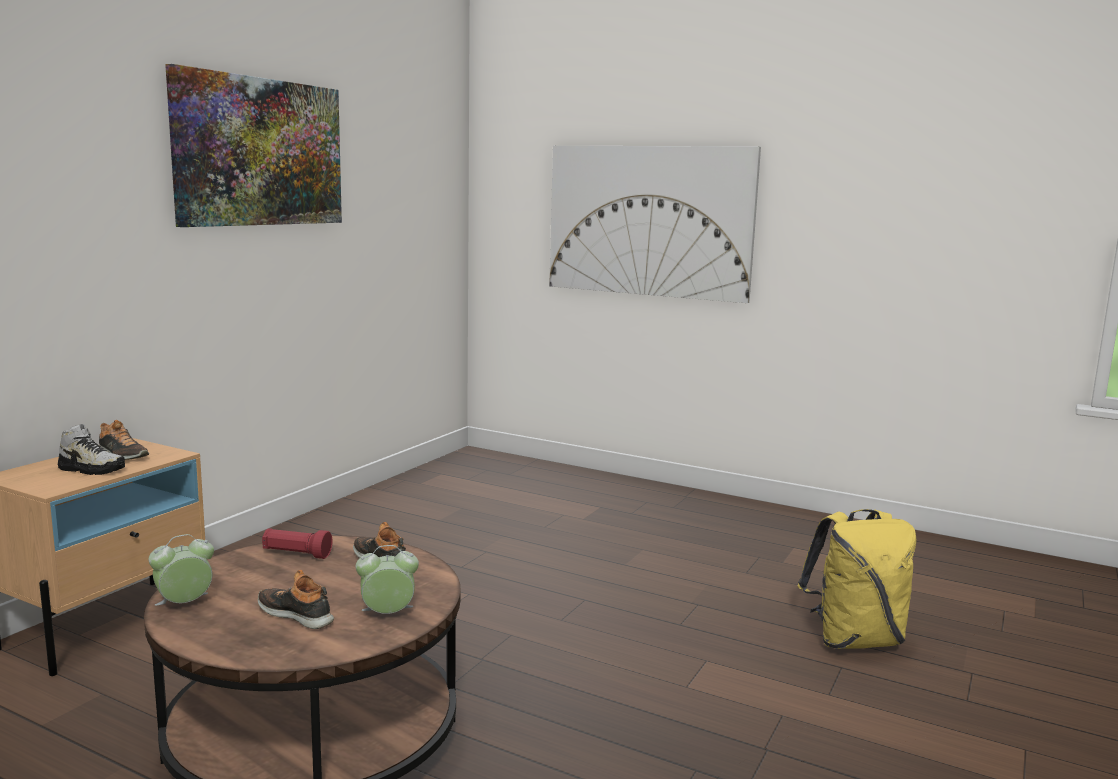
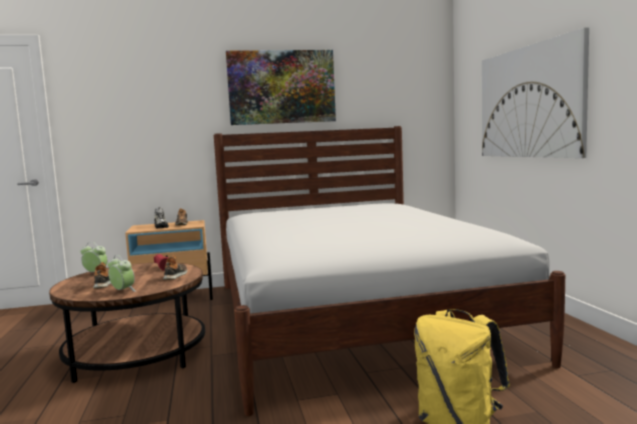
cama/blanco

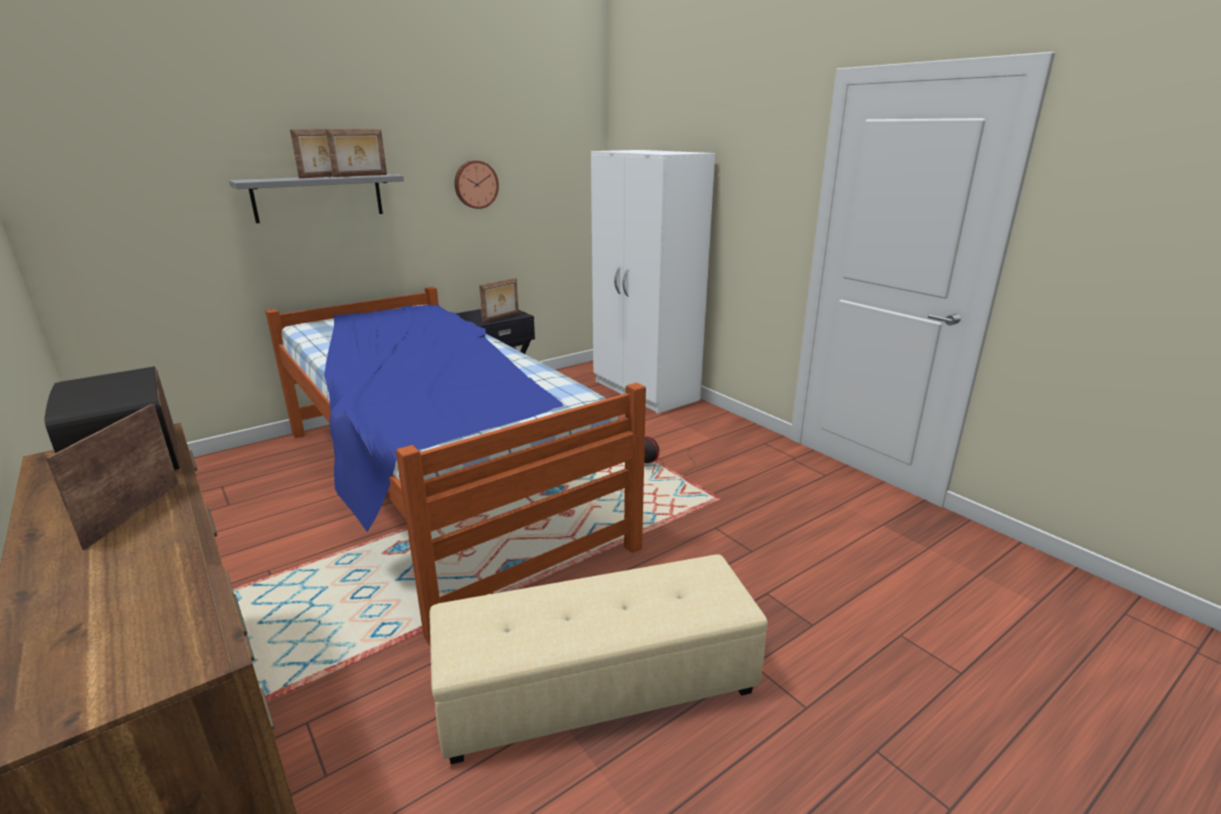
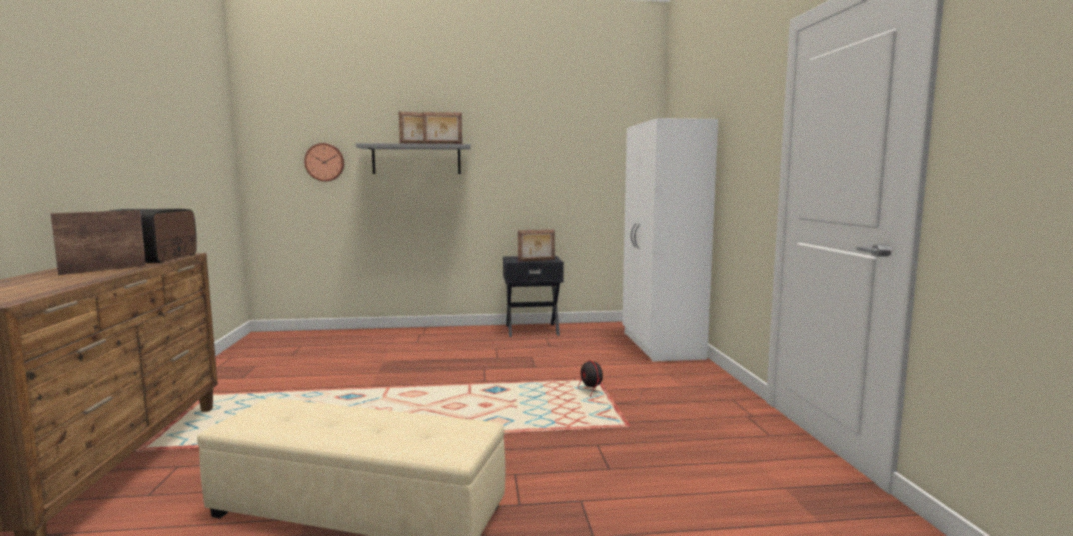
cama
reloj de pared

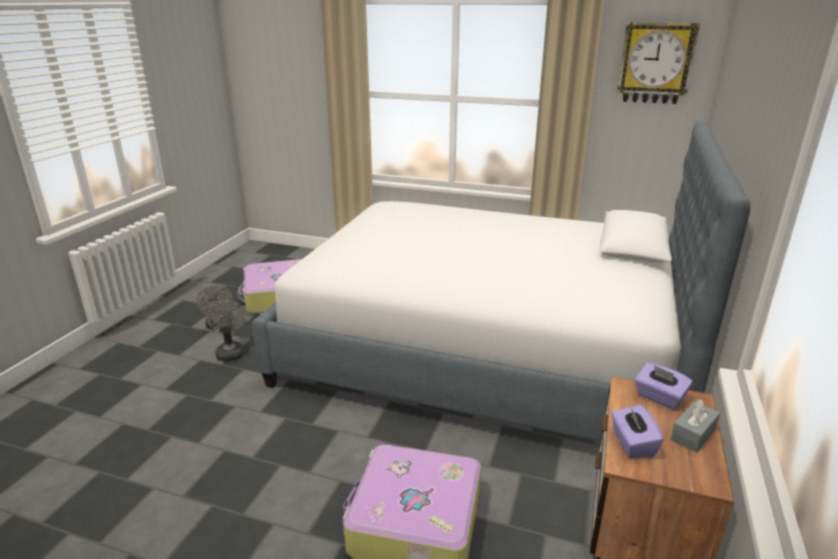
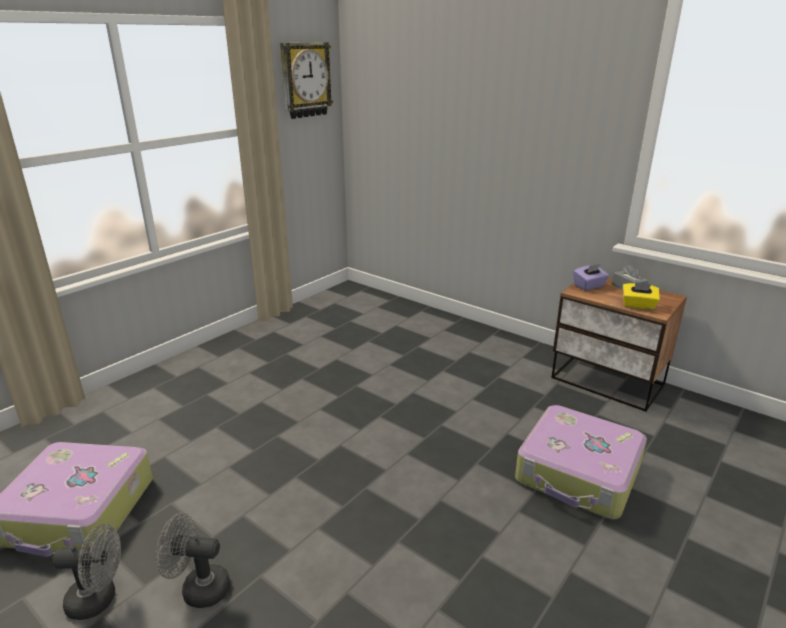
cama
caja de pañuelos/amarillo

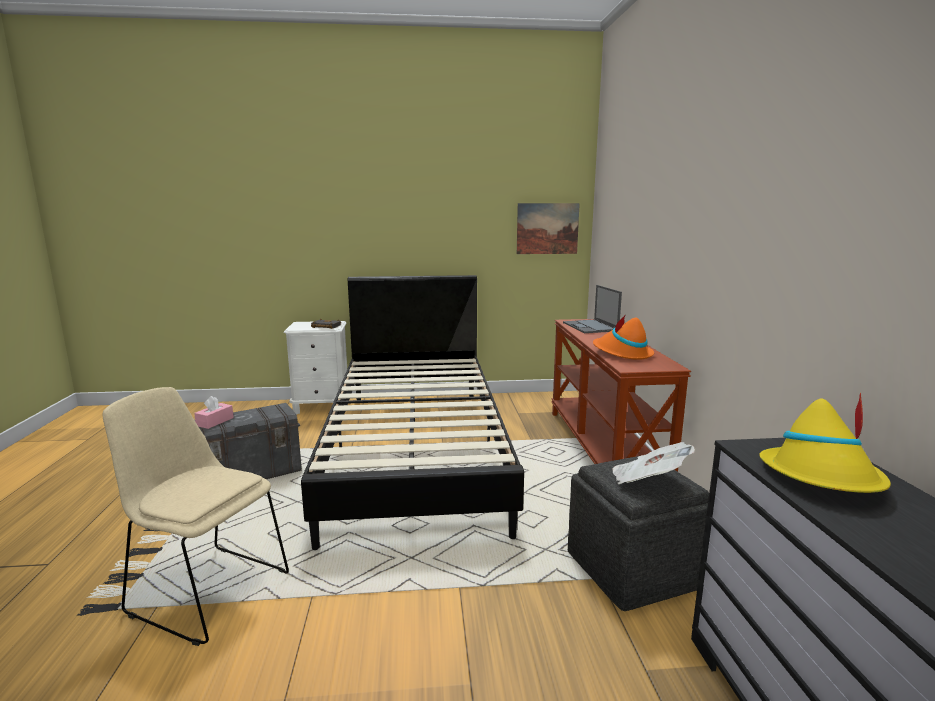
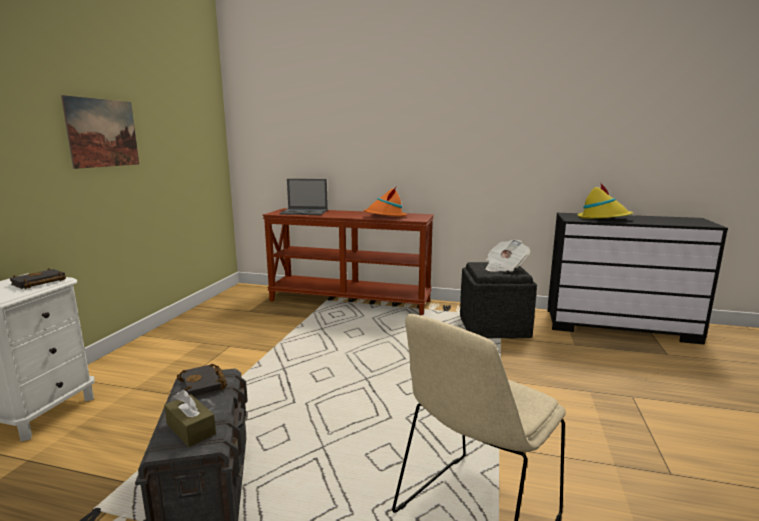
cama/negro
libro/negro (2nd from left)
cuadro
caja de pañuelos/marrón

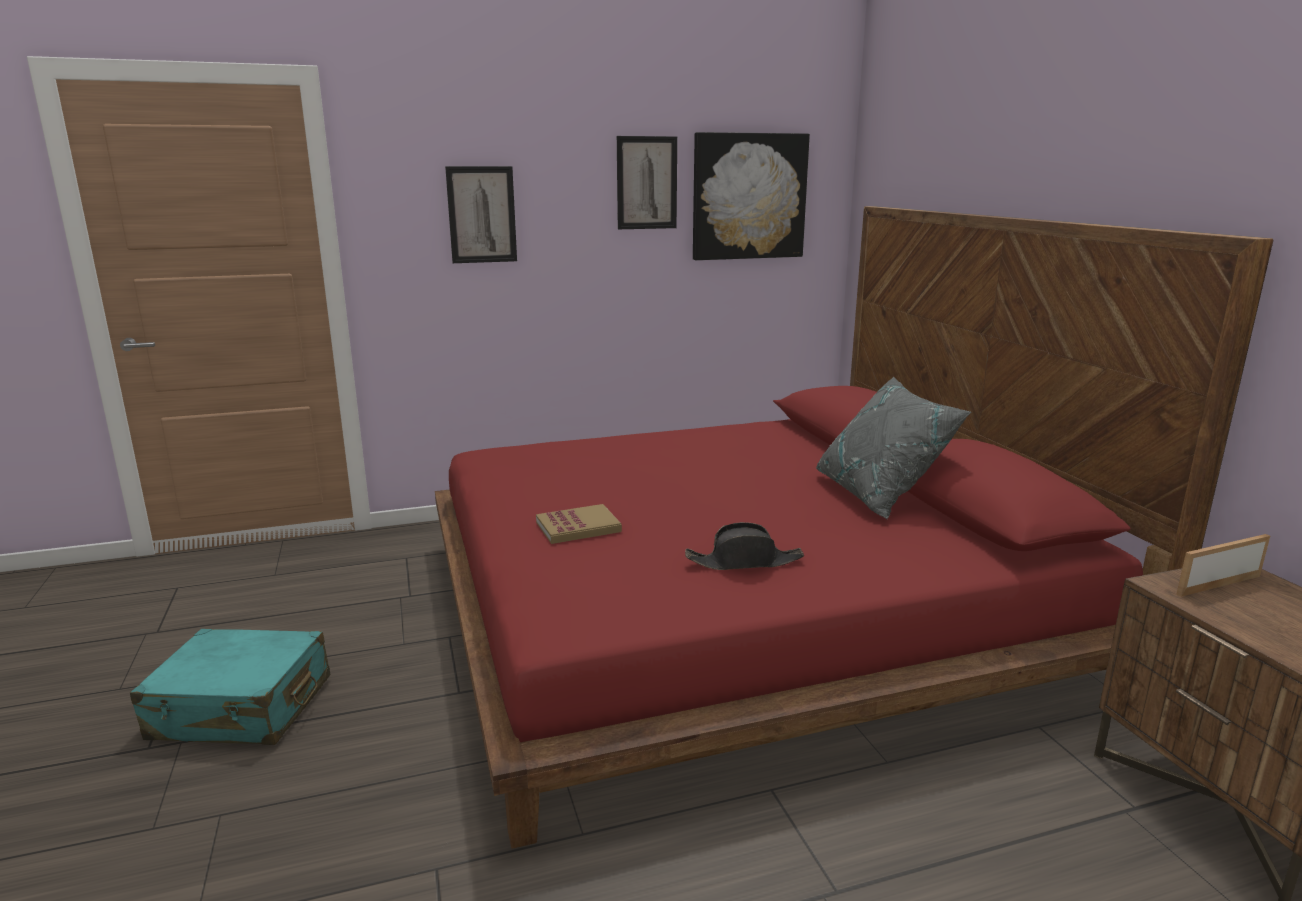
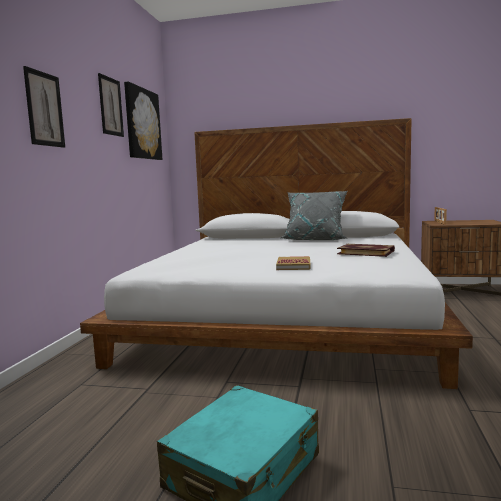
libro (2nd from left)
cama/blanco

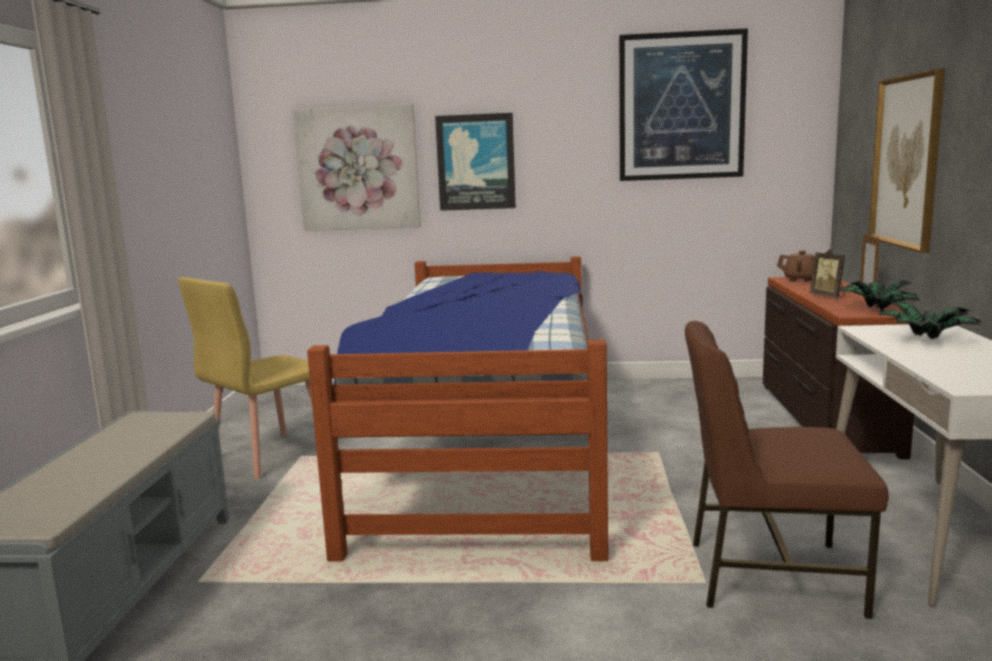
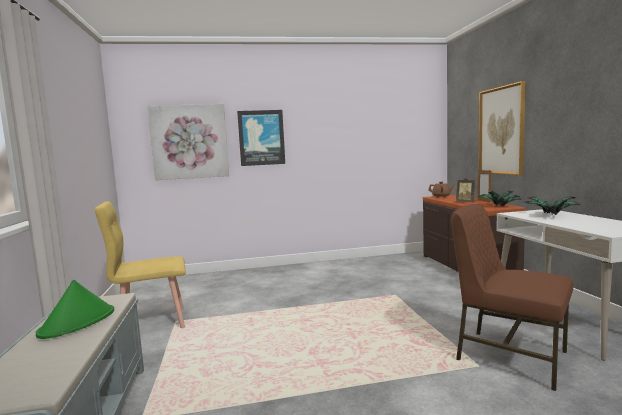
cama
cuadro (3rd from left in the first image)
sombrero/verde
silla/amarillo
silla/marrón

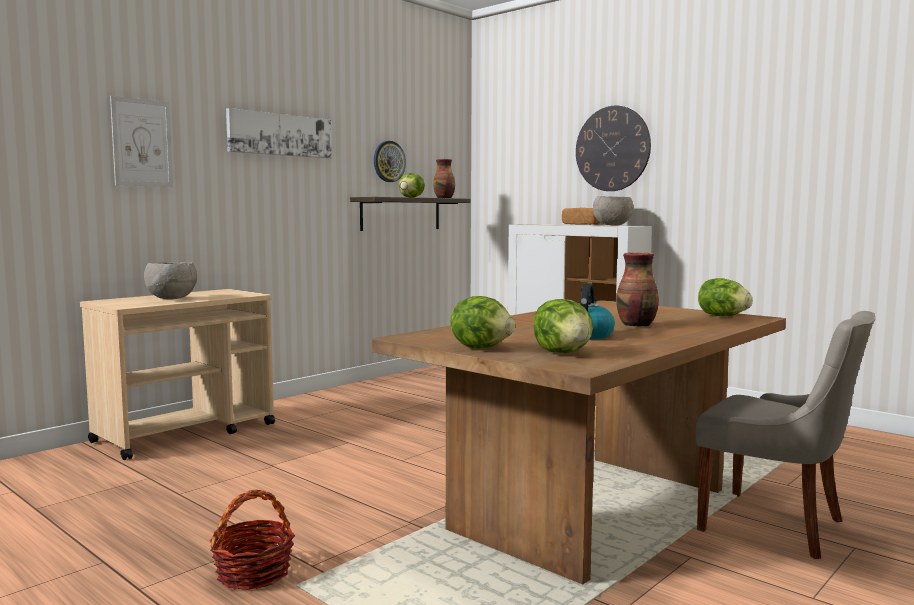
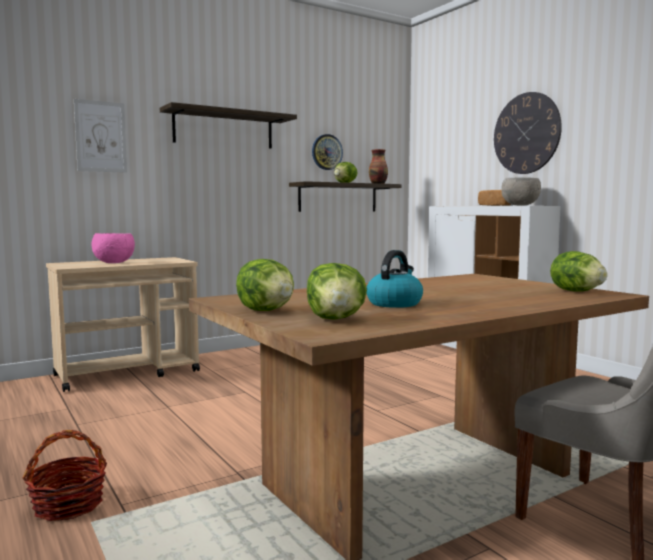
florero (2nd from left in the first image)
estante (1st from left)
cuenco/rosa

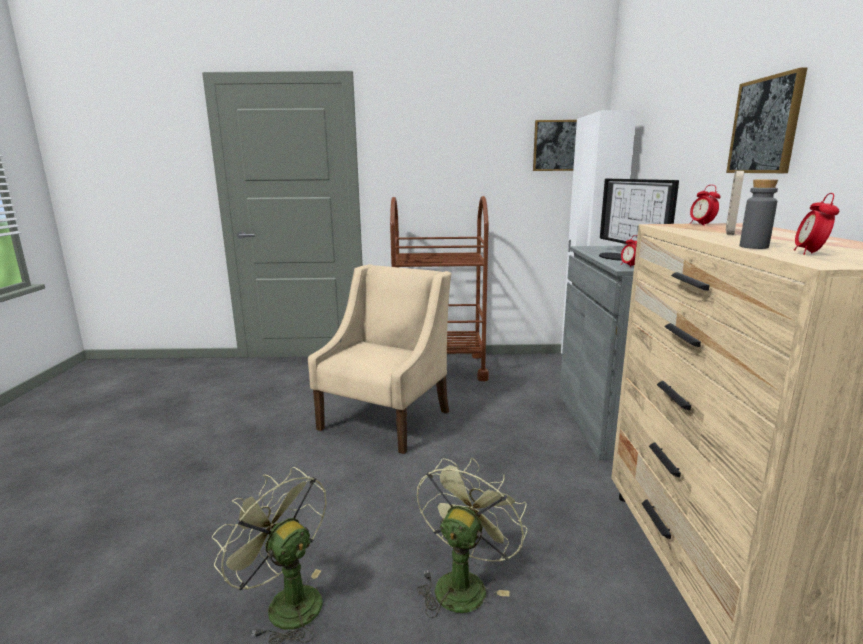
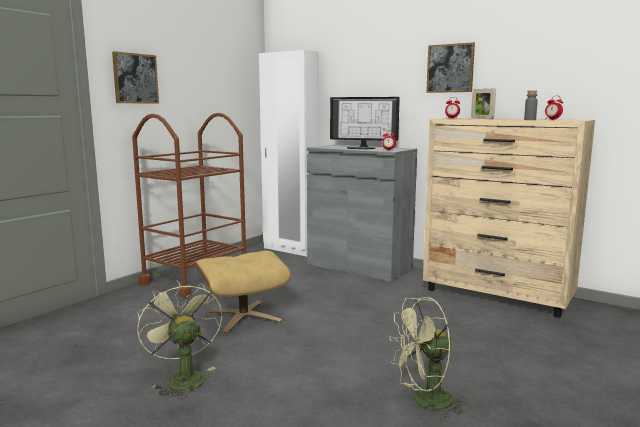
ventilador/verde (1st from left)
cuadro (1st from left)
puf/beis

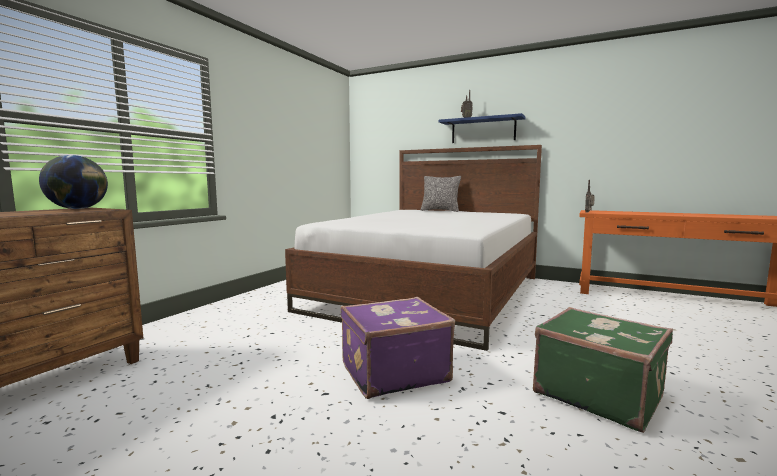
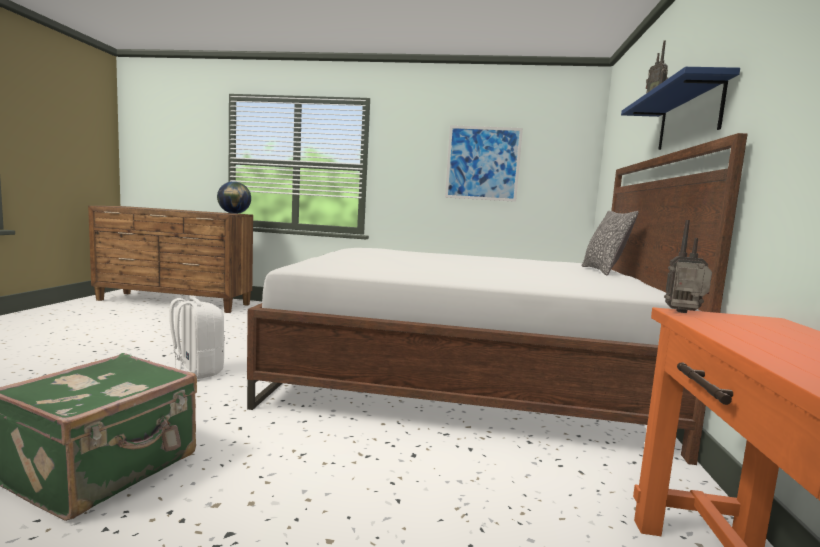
cuadro
mochila/blanco

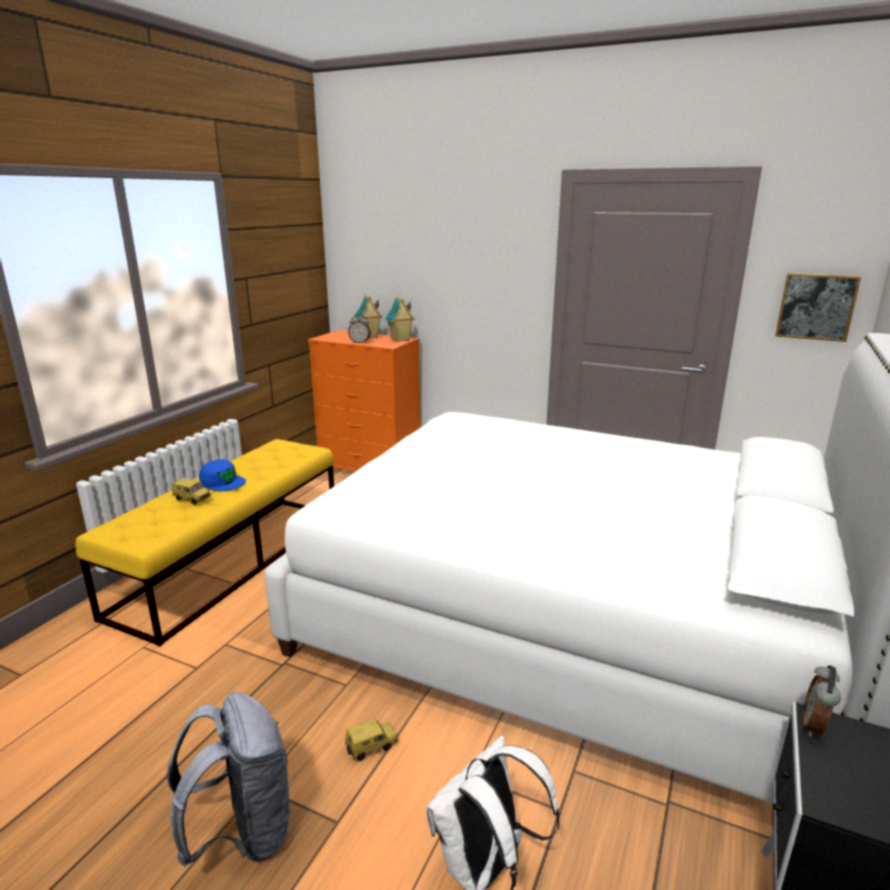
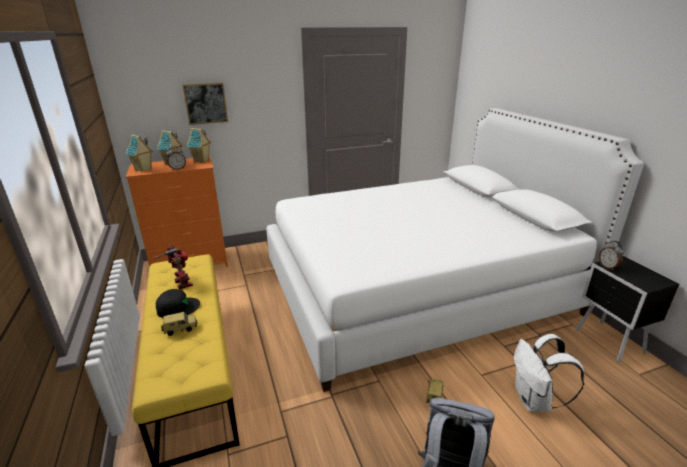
casita (1st from left)
robot de juguete
cuadro
gorra/negro

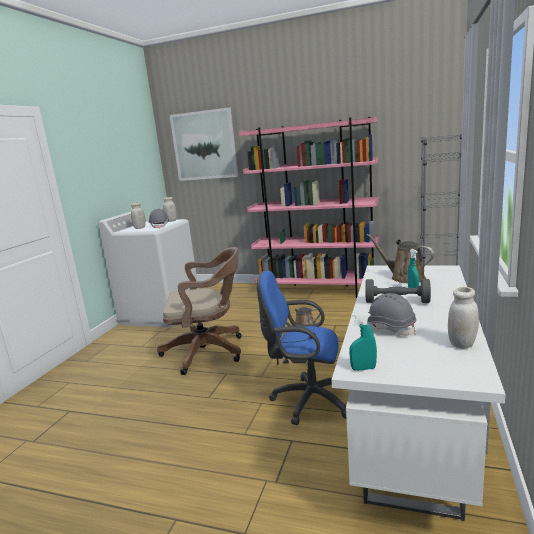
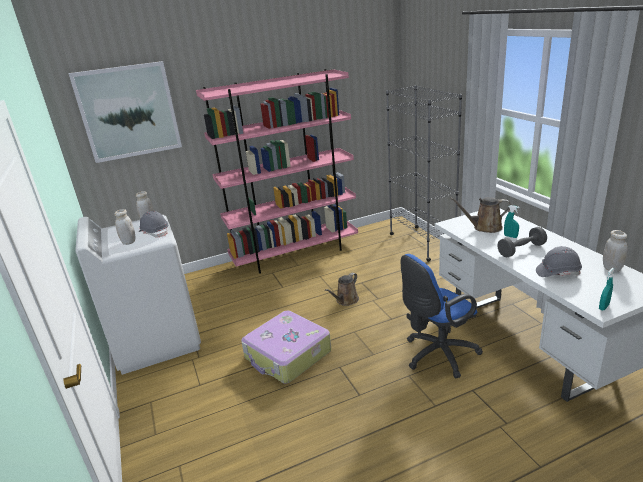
maleta

